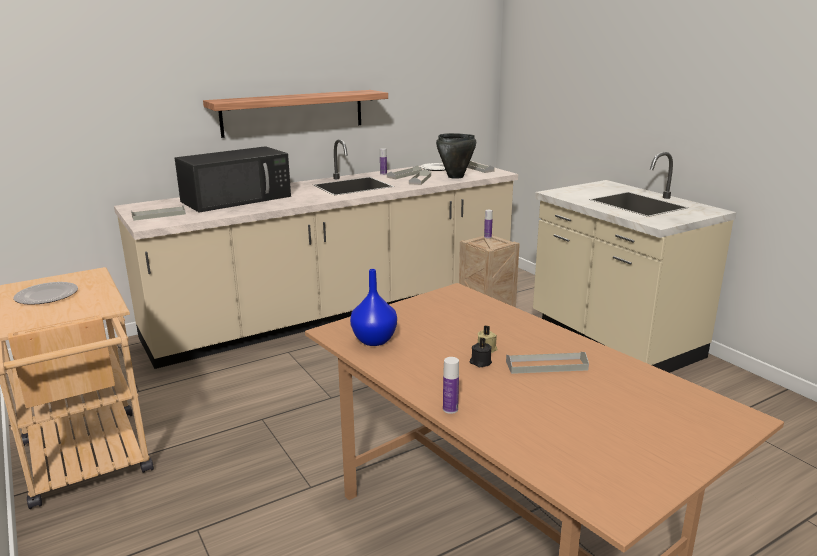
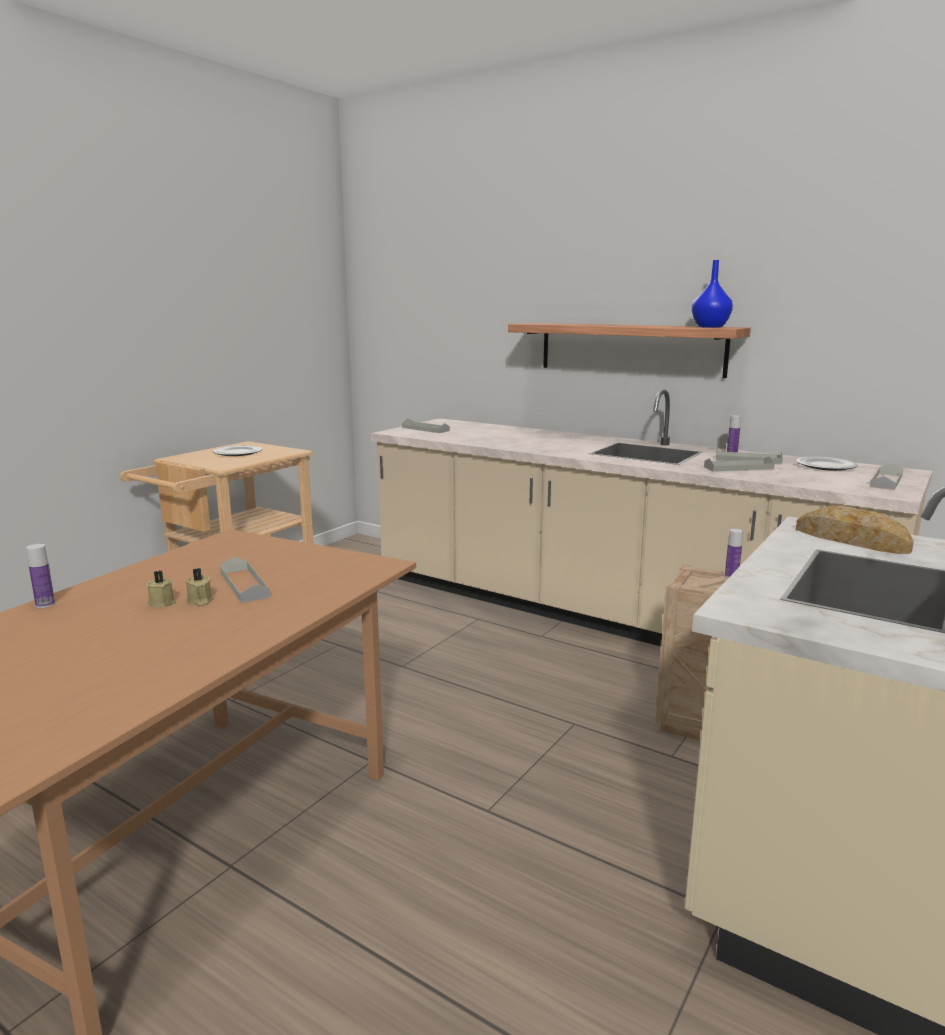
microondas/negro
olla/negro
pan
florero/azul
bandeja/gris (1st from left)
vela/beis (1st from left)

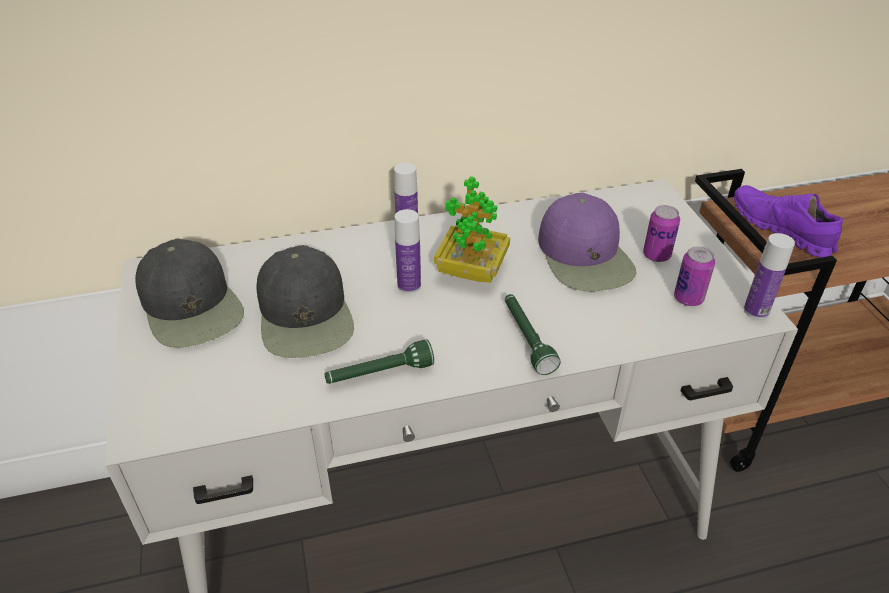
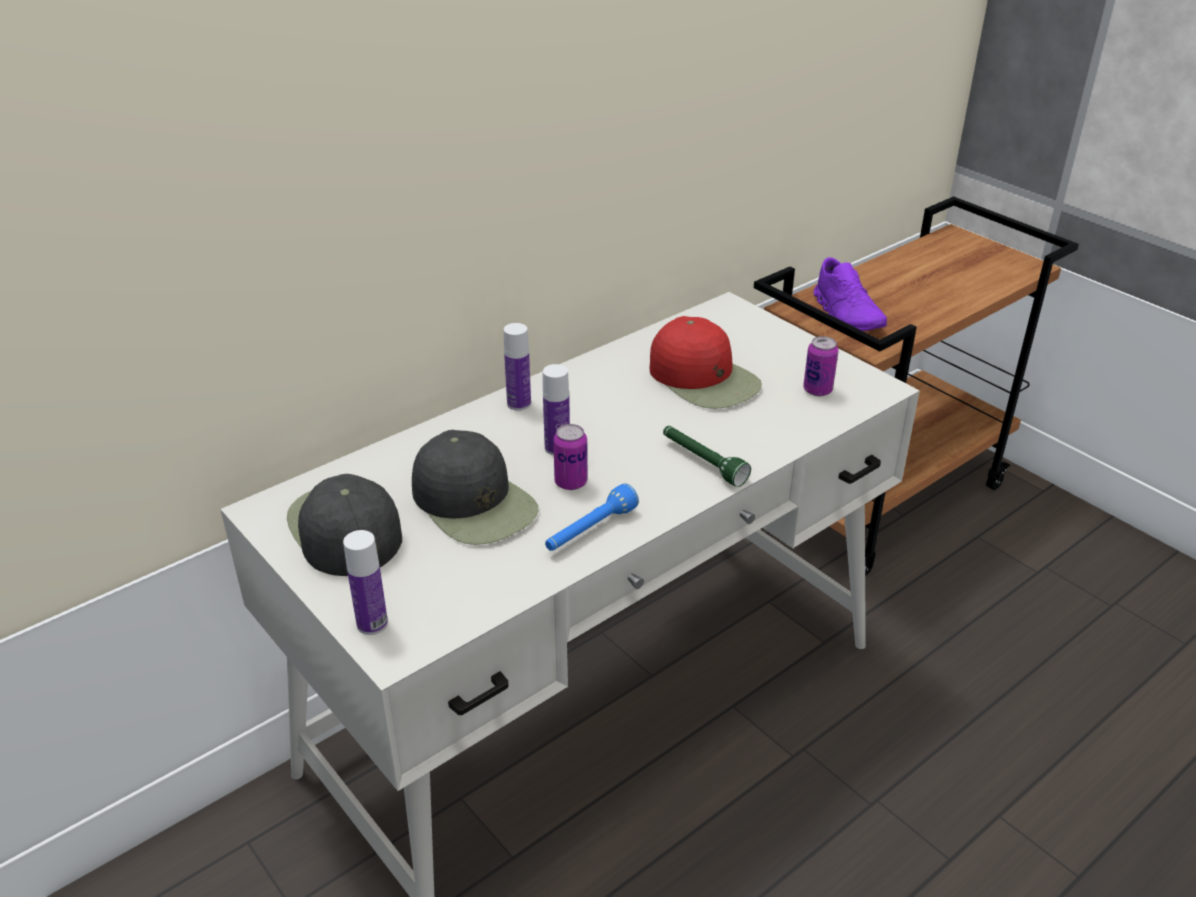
planta en maceta
lata (1st from left)
botella (1st from left)
linterna/azul
gorra/rojo
gorra/negro (1st from left)
zapato/morado

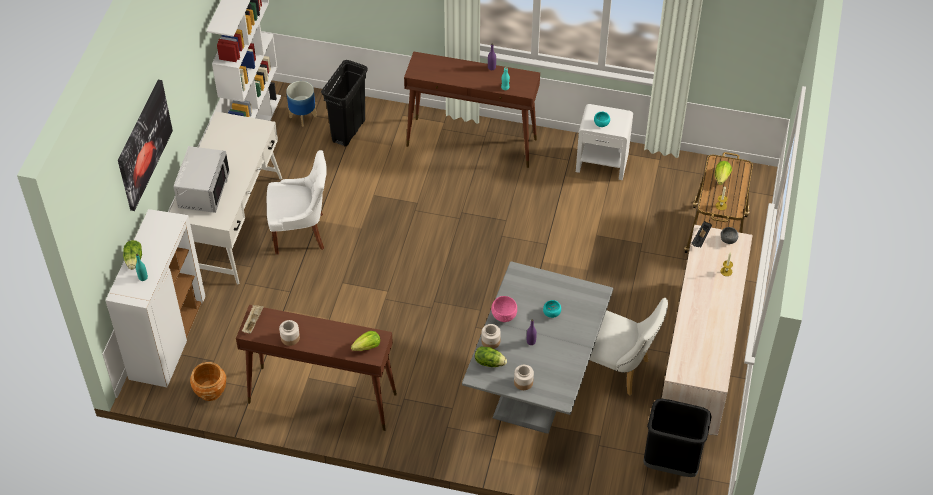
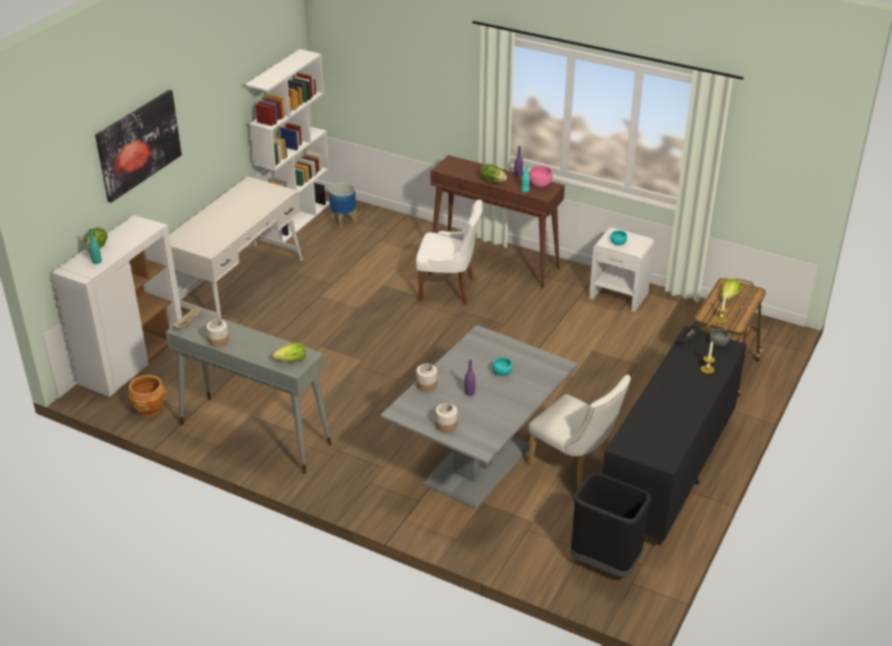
microondas/gris
papelera/negro (1st from left in the first image)
silla/blanco (1st from left)
lechuga (3rd from left)
cuenco/rosa
mesa consola/gris
cómoda/negro

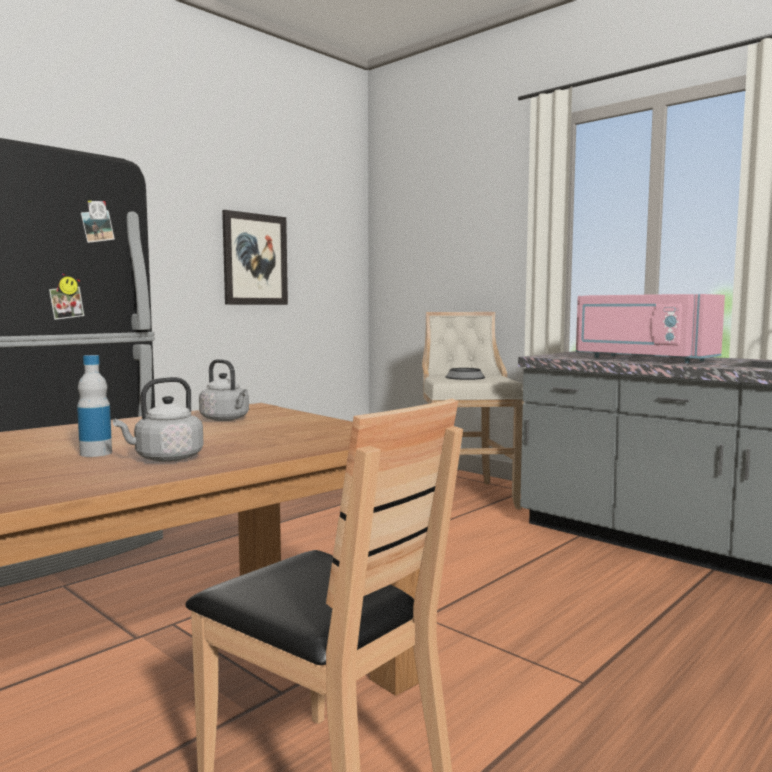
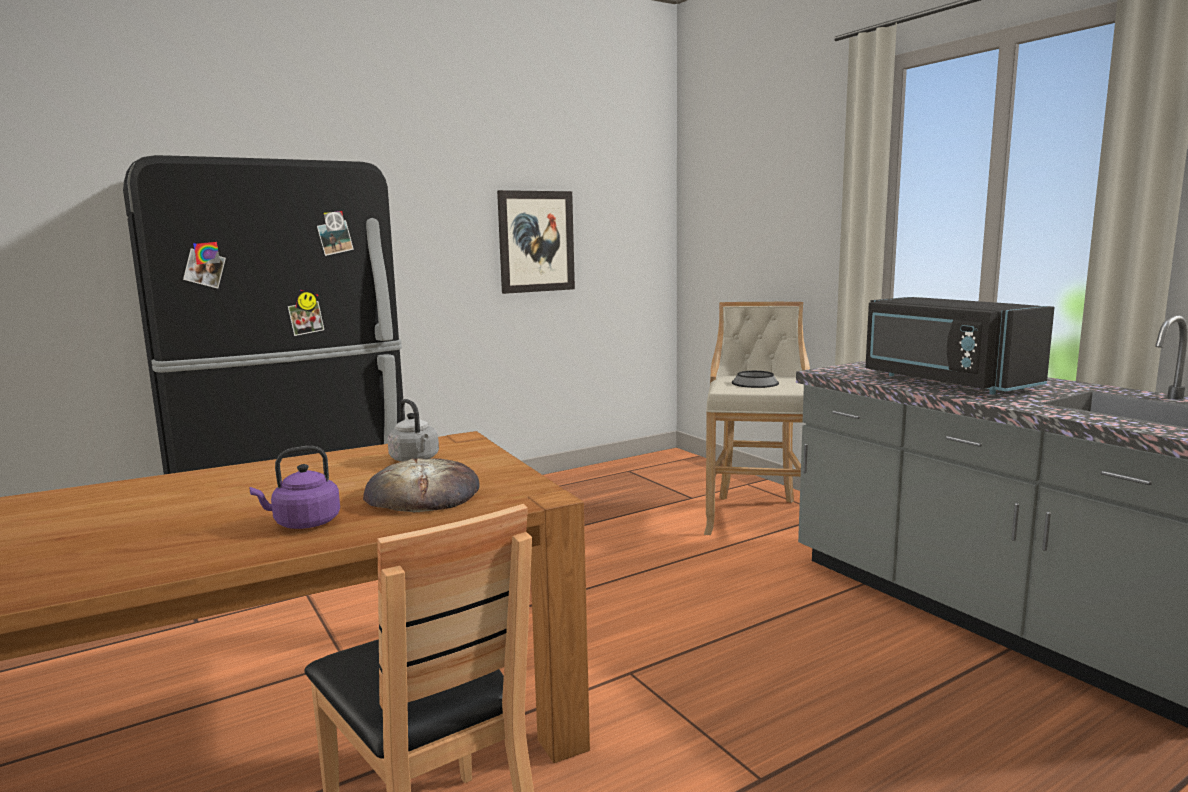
botella
pan
hervidor/morado
microondas/negro

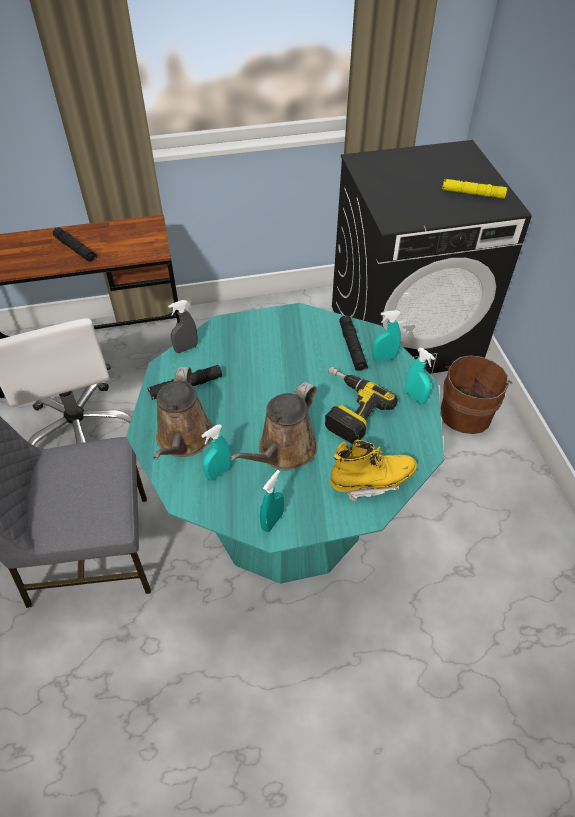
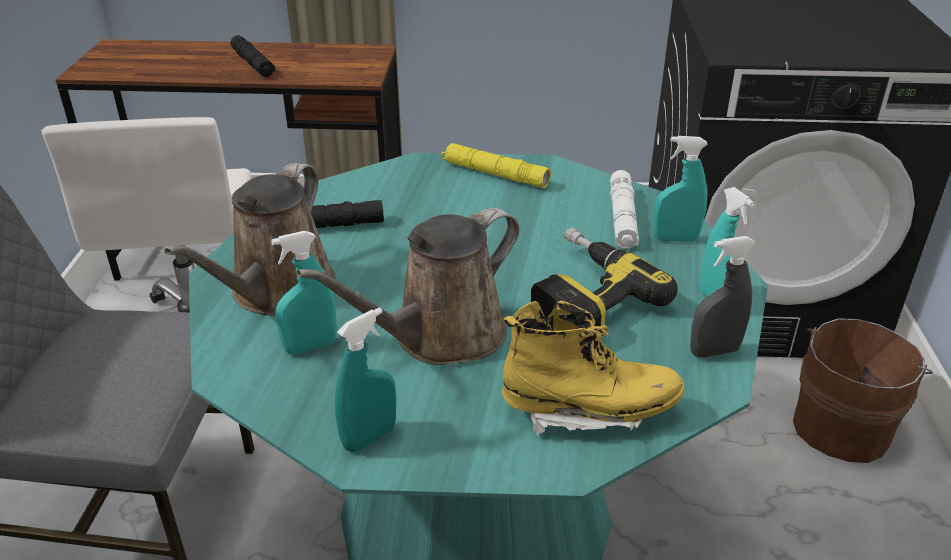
pulverizador/gris
linterna/amarillo
linterna/blanco

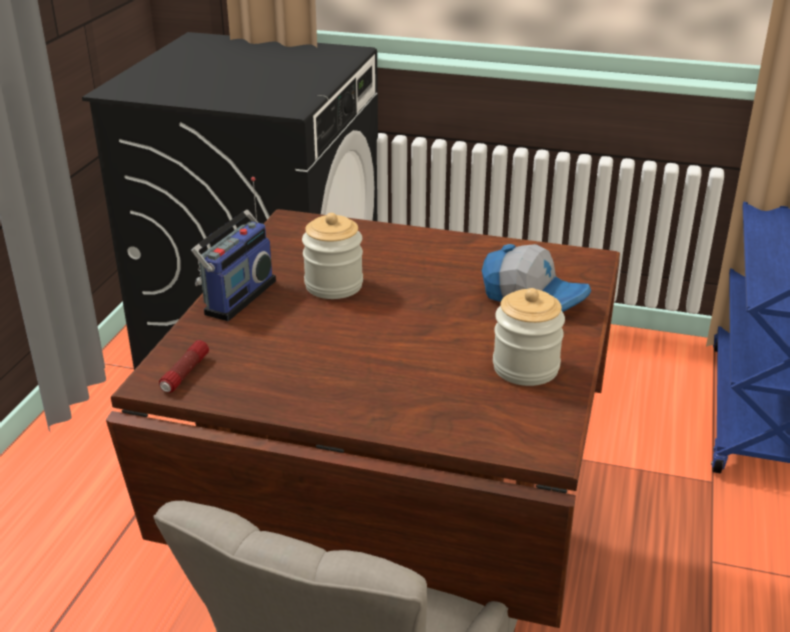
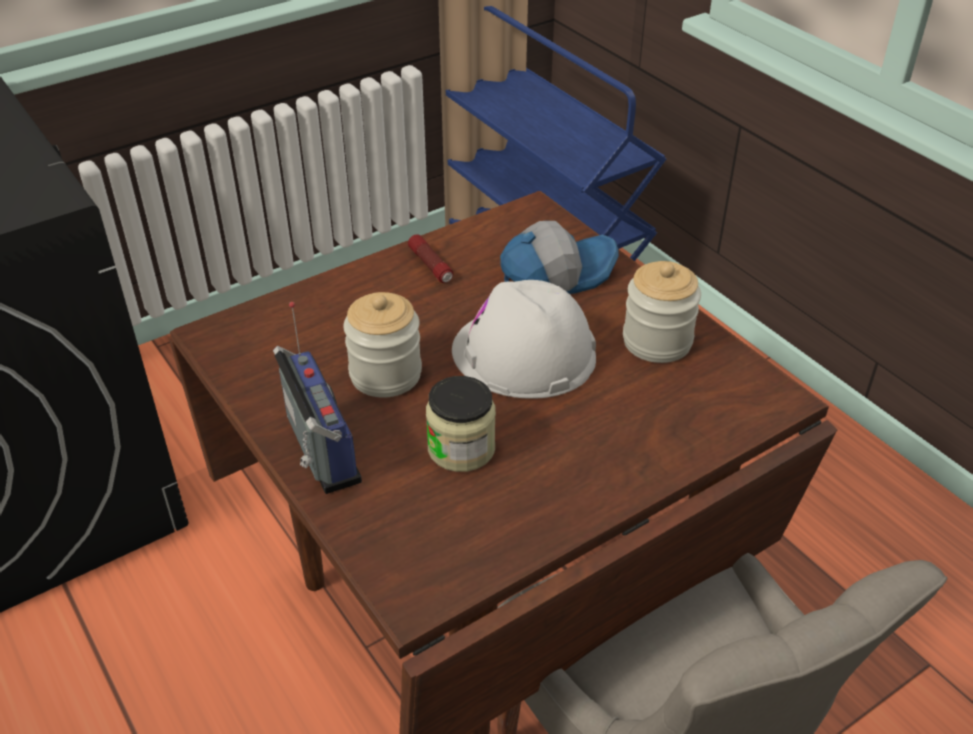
tarro (2nd from left)
casco/blanco
linterna

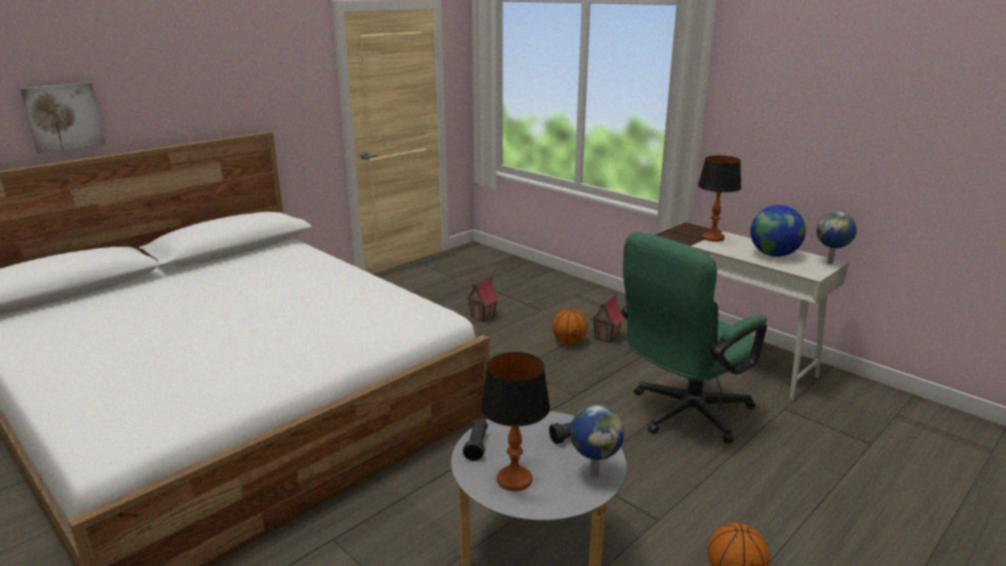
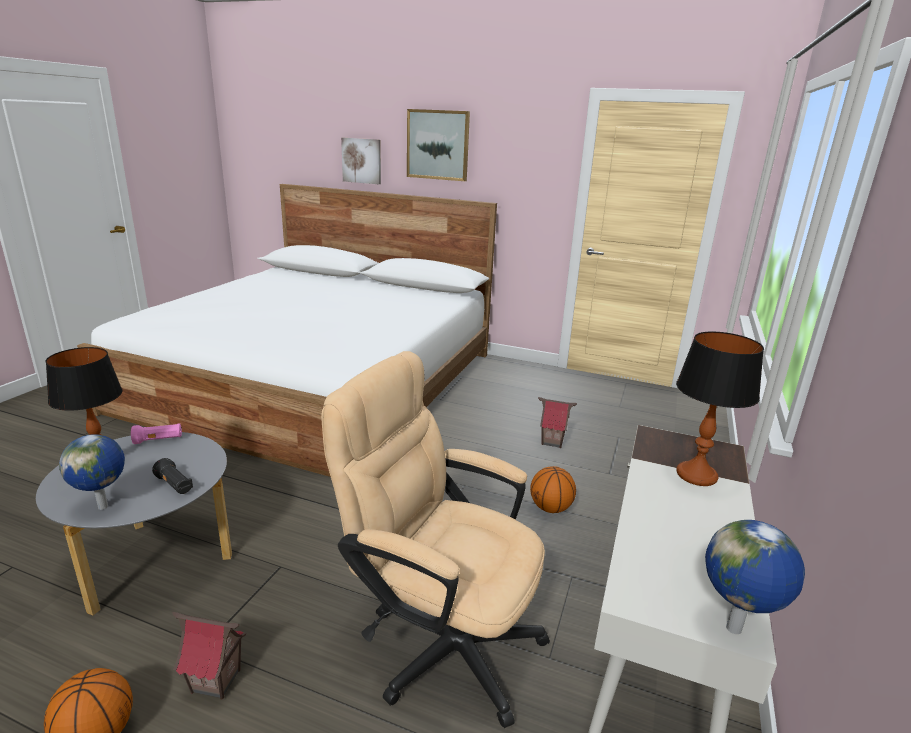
globo terráqueo (2nd from left in the first image)
cuadro (2nd from left)
casita (1st from left)
linterna/rosa
silla de oficina/beis

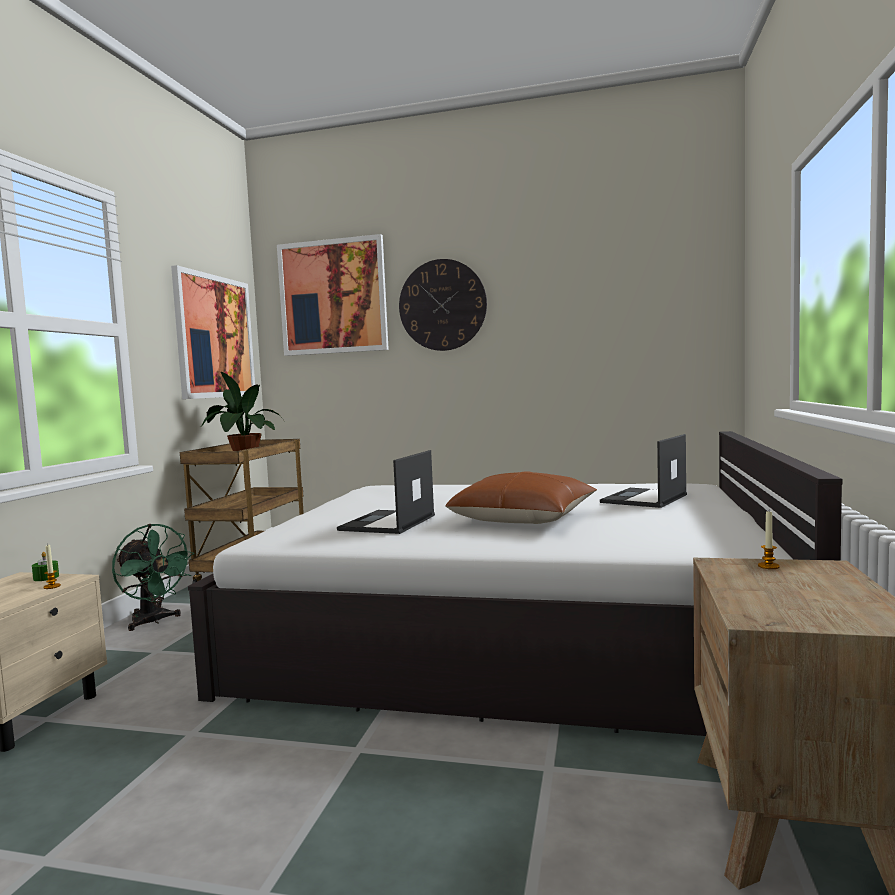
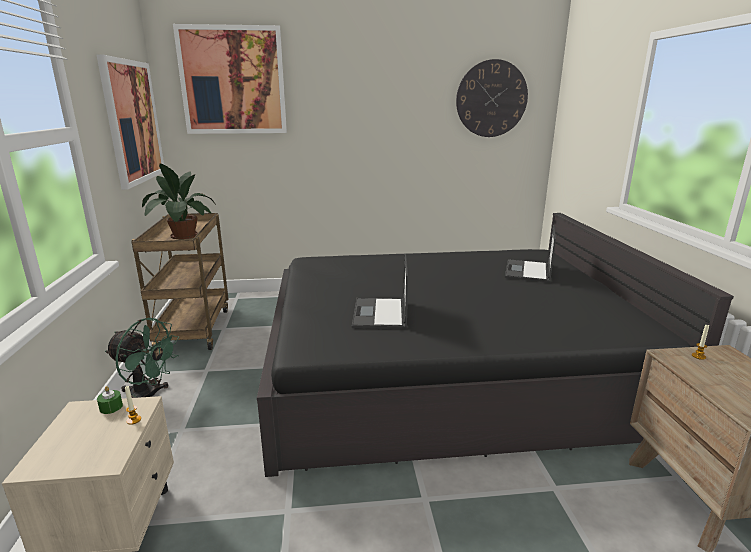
cojín/marrón
reloj de pared
cama/negro

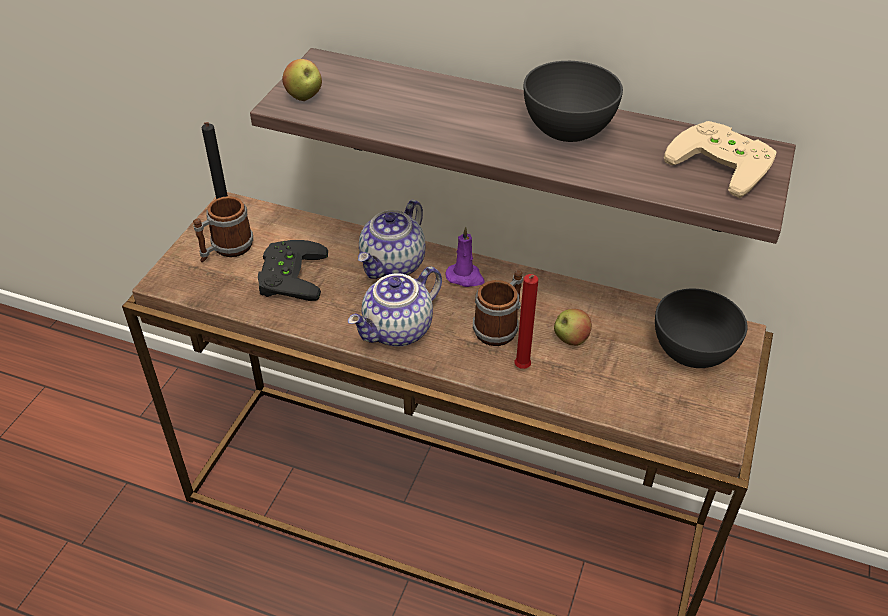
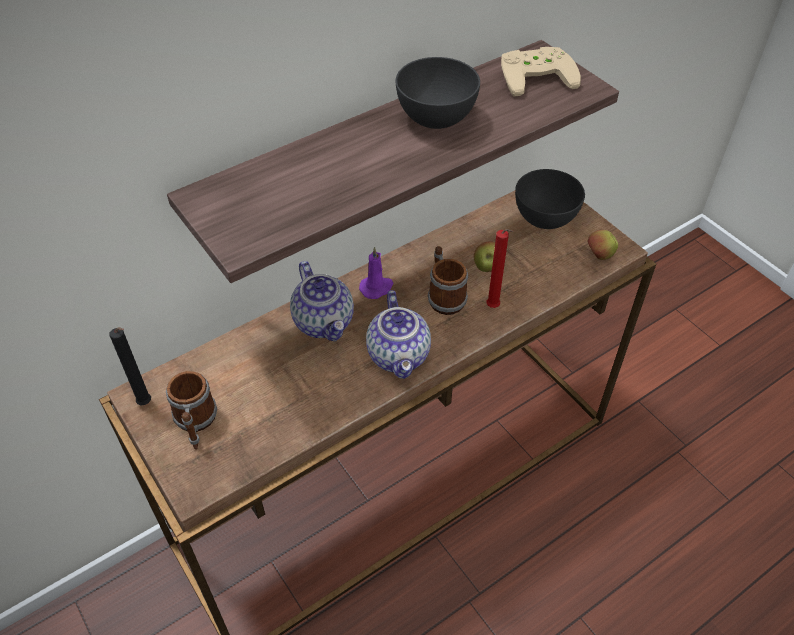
mando de consola/negro
manzana (2nd from left)

